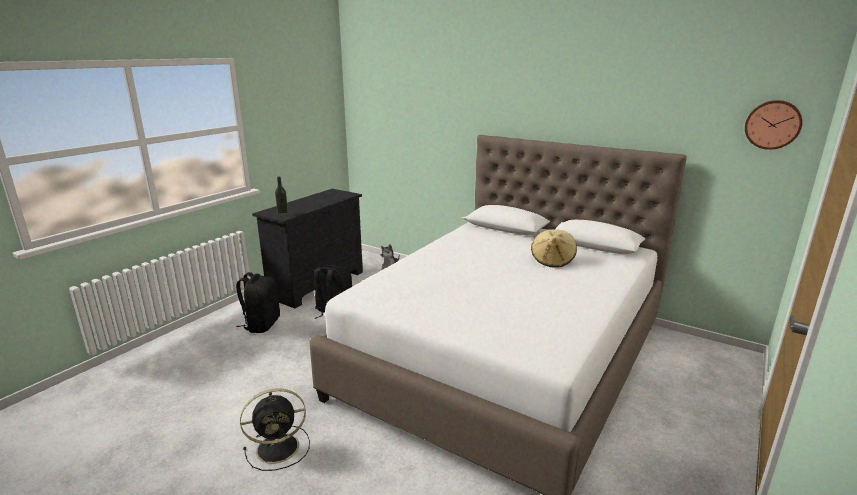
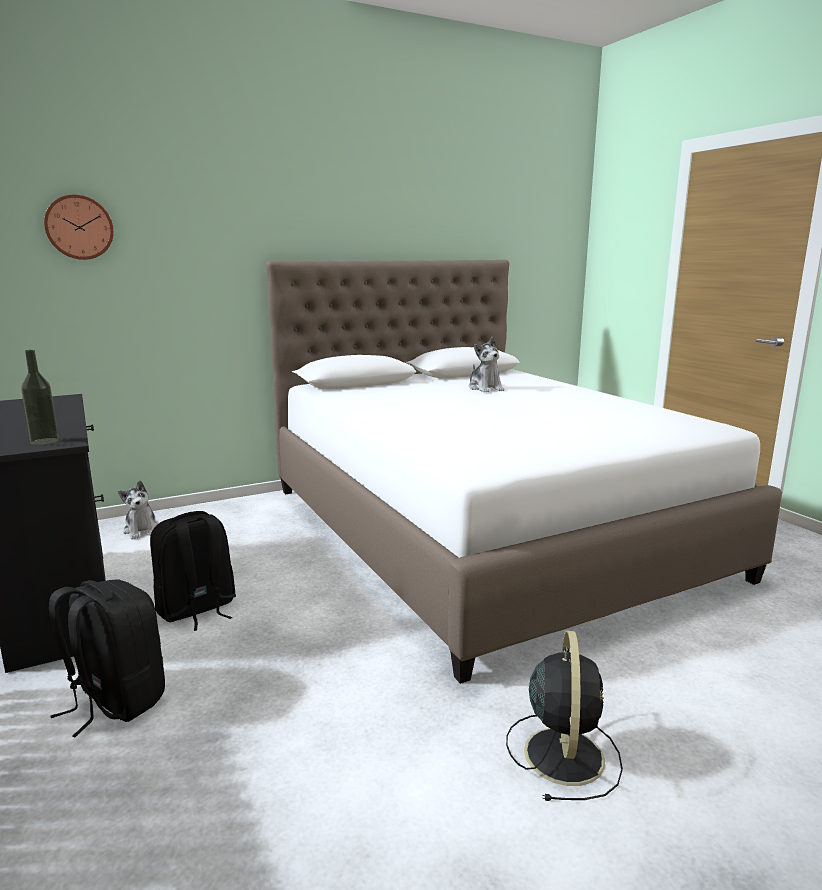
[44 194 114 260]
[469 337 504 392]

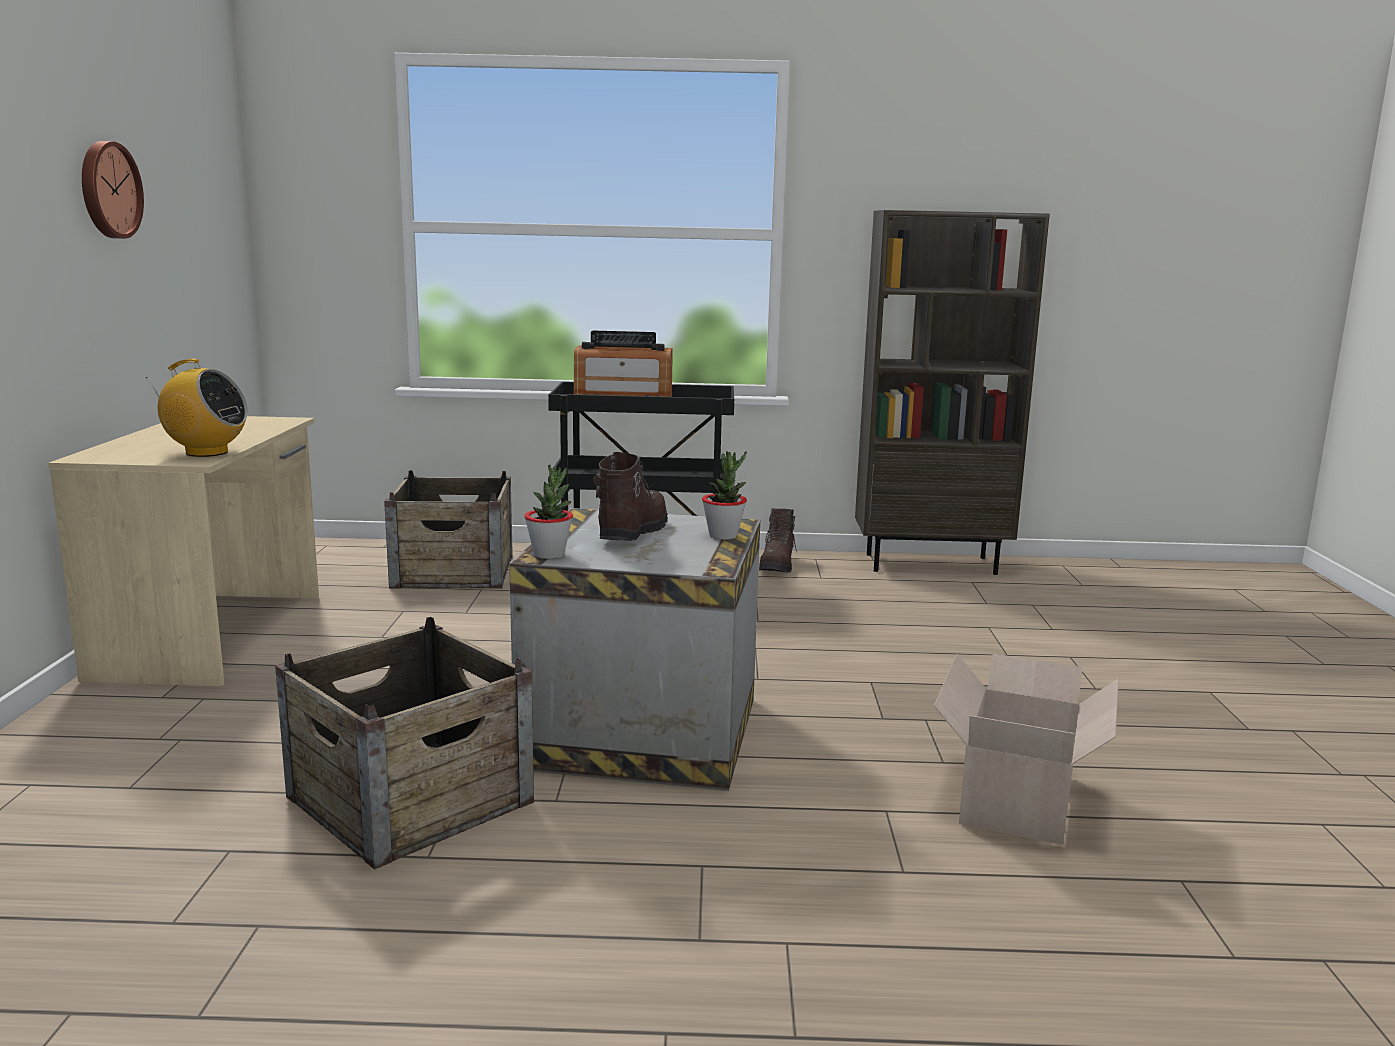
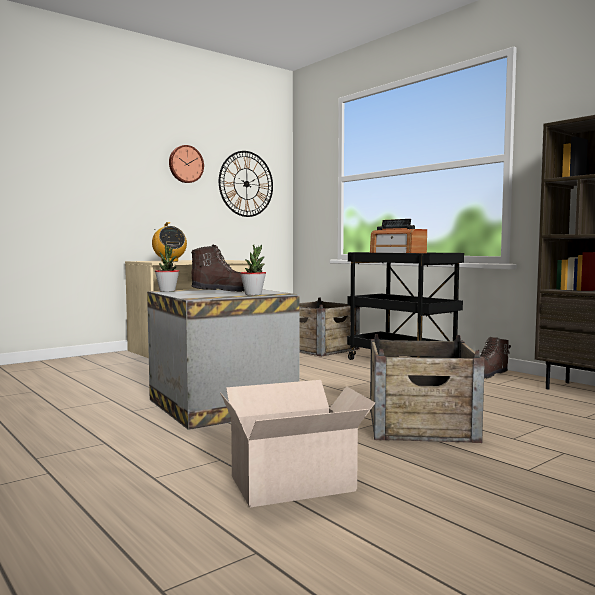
[370 334 485 443]
[219 151 273 217]

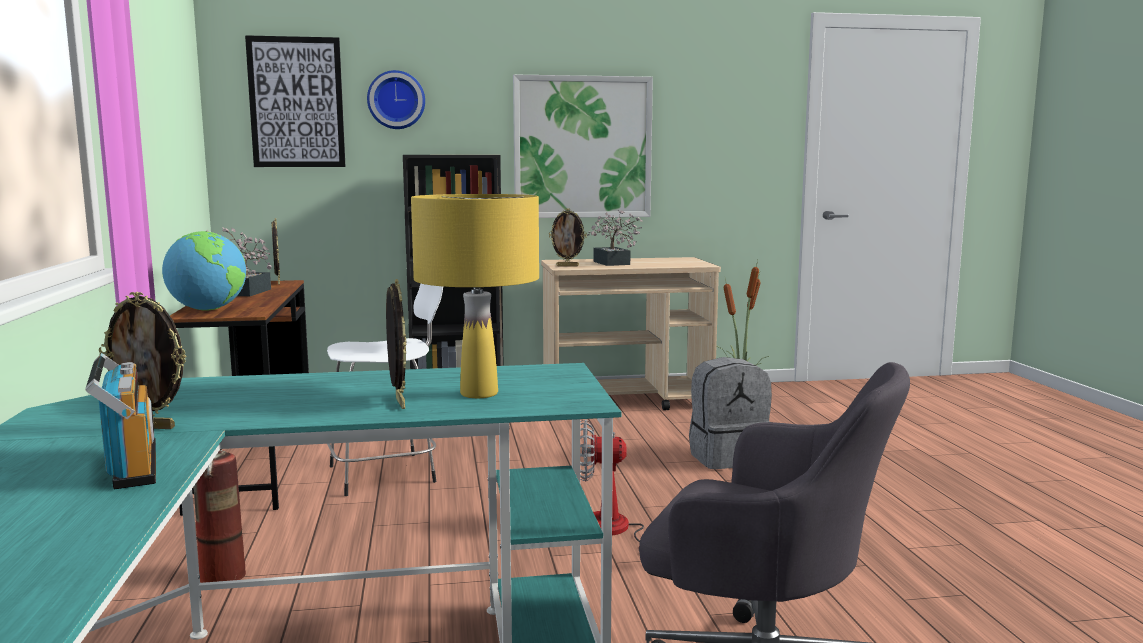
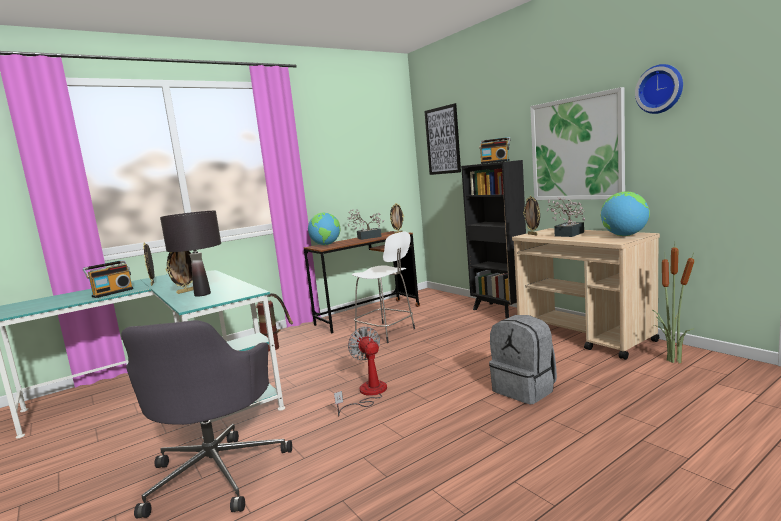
[635 64 683 114]
[160 211 221 297]
[479 137 511 164]
[601 191 650 236]

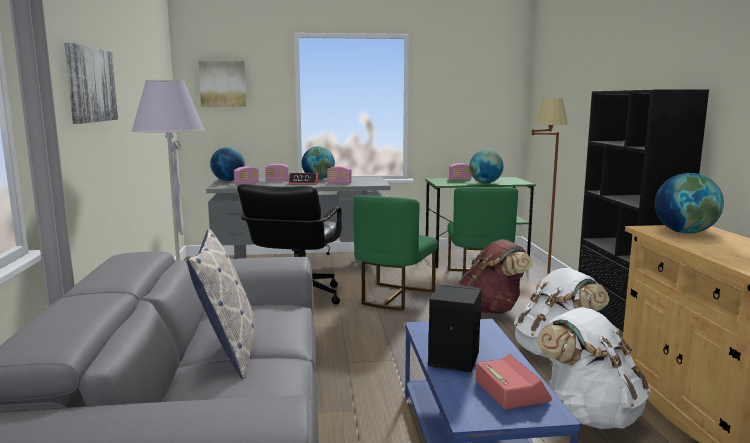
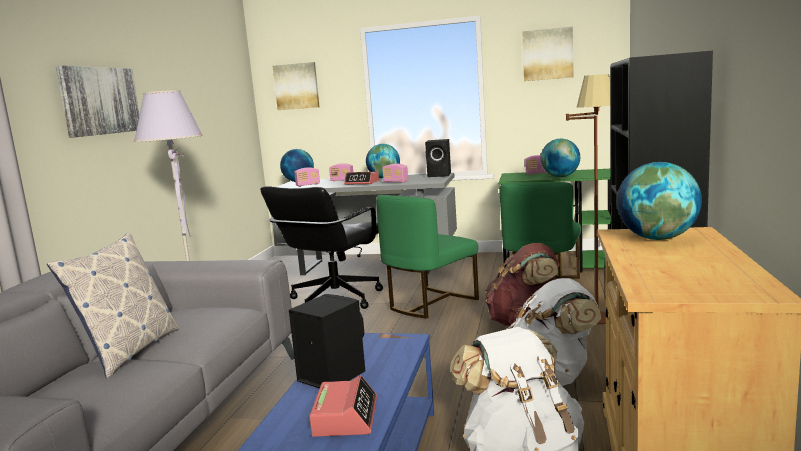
[522 27 573 81]
[425 139 451 177]

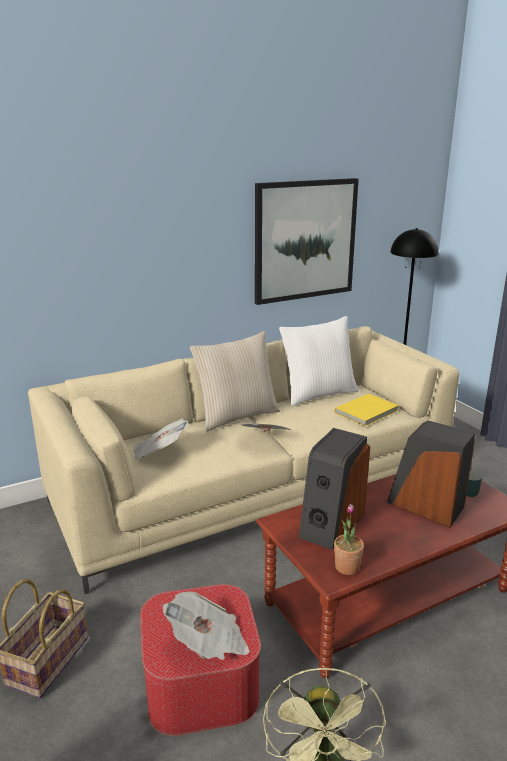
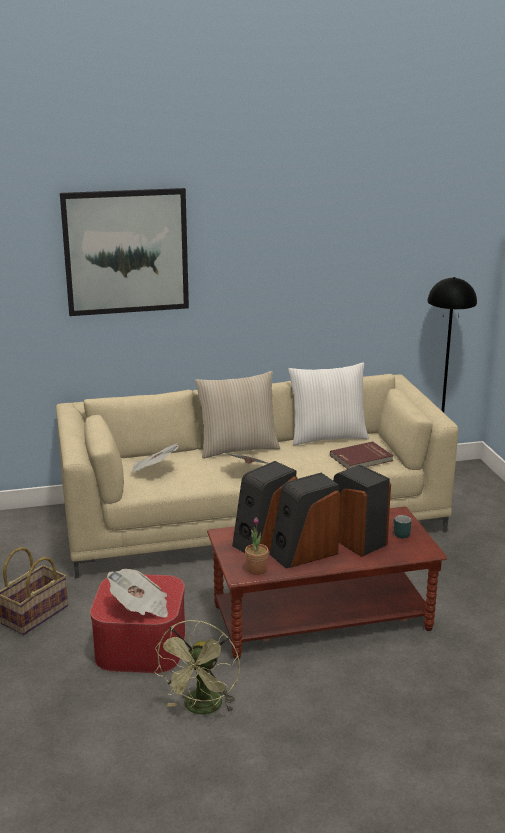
[60 188 189 316]
[330 442 393 469]
[270 473 340 568]

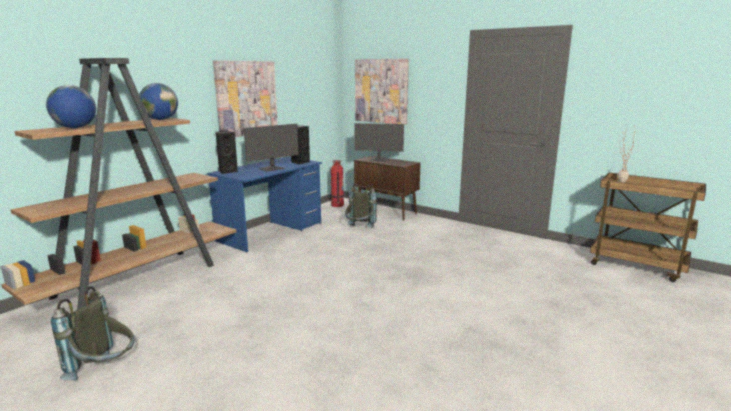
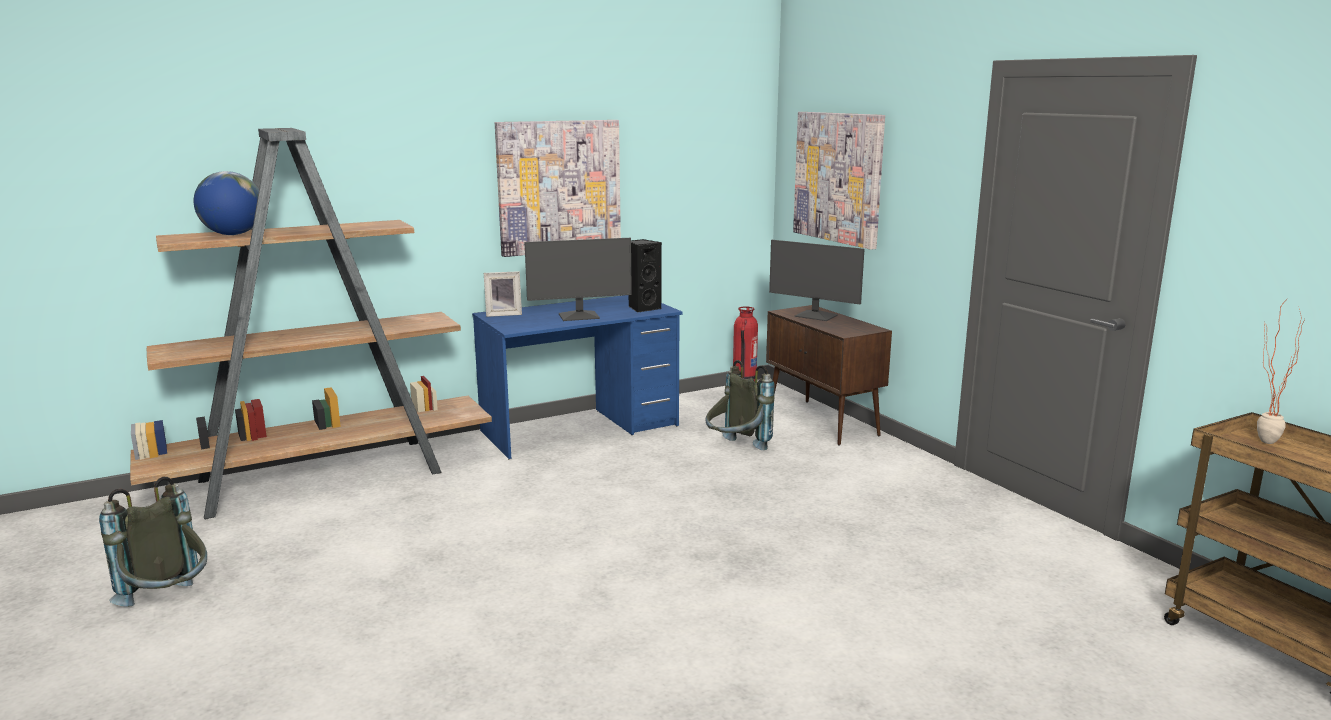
[139 83 178 120] (first image)
[484 271 522 317]

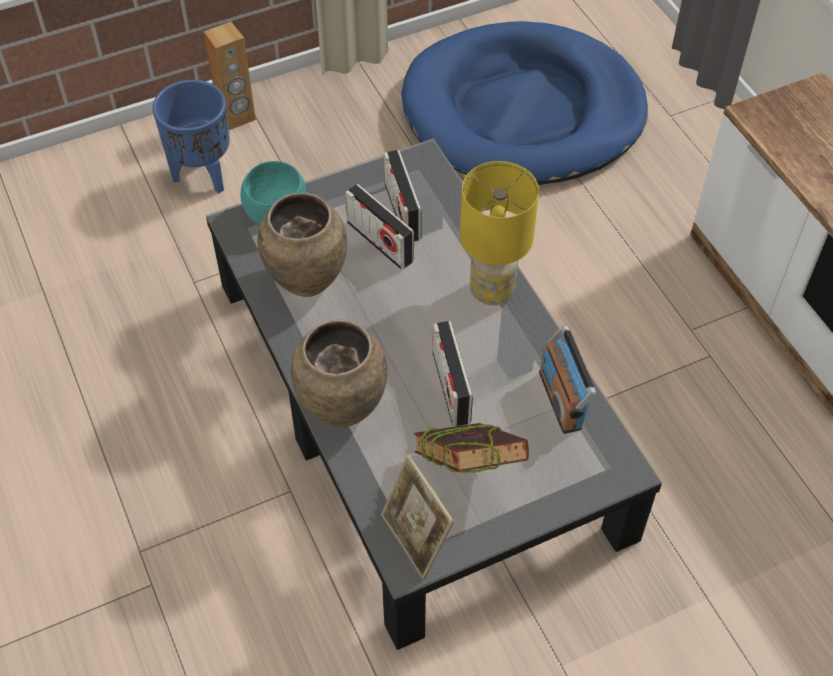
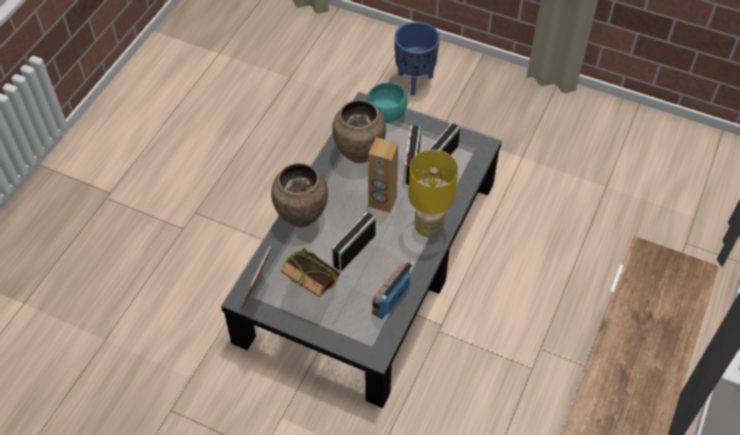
[401 21 648 185] (first image)
[368 137 398 213]

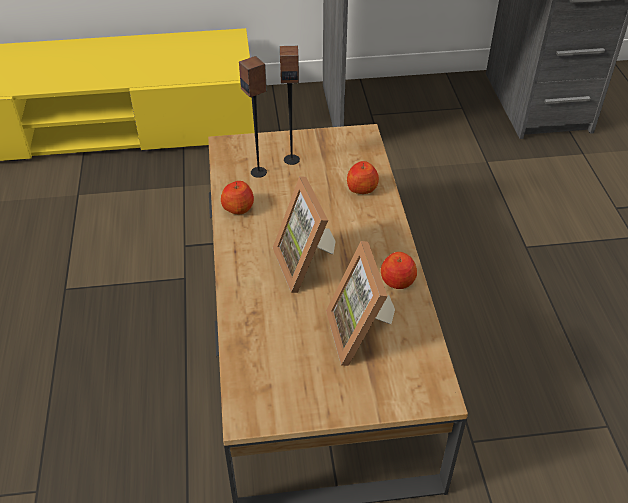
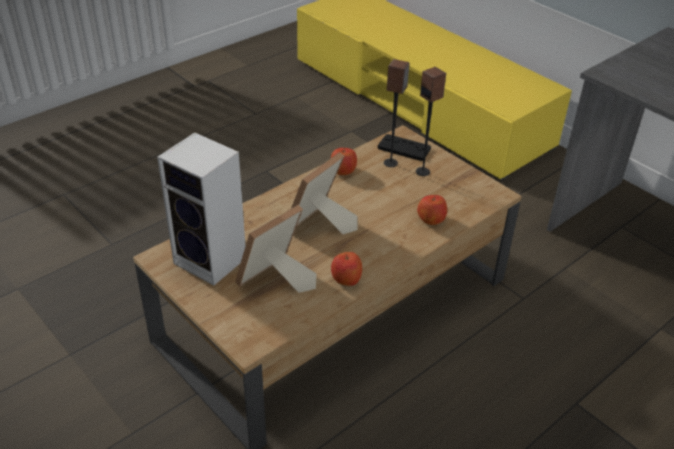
[157 133 245 286]
[378 134 431 161]

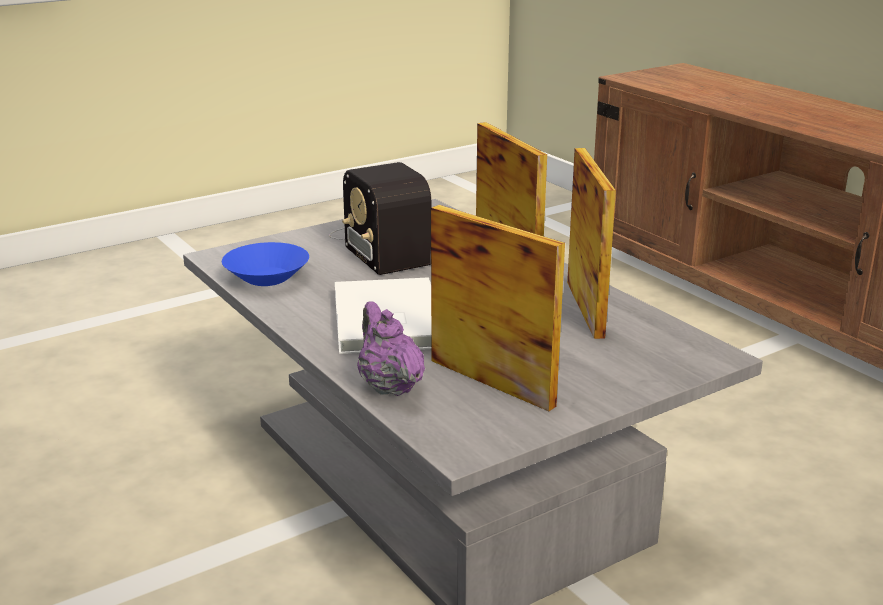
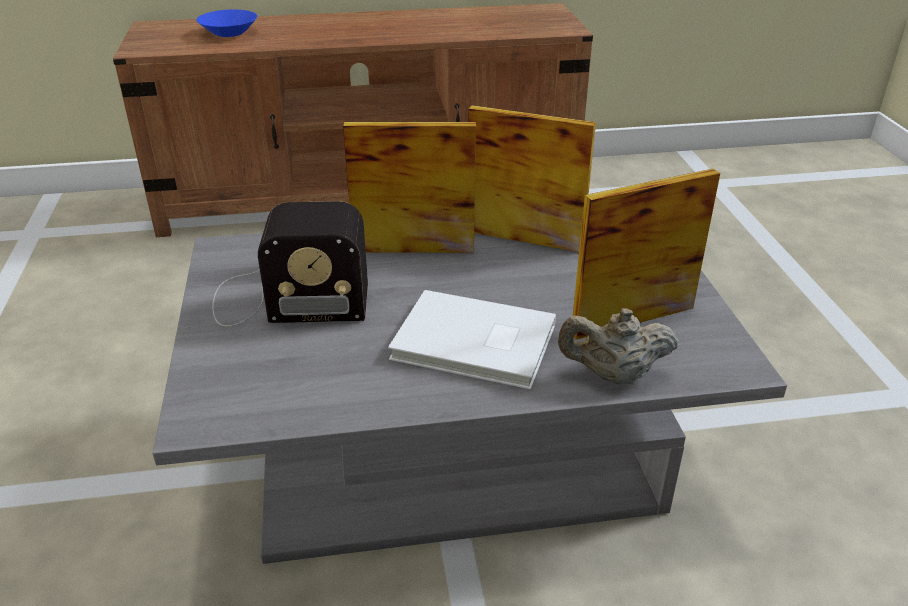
[196 9 257 37]
[558 308 679 384]

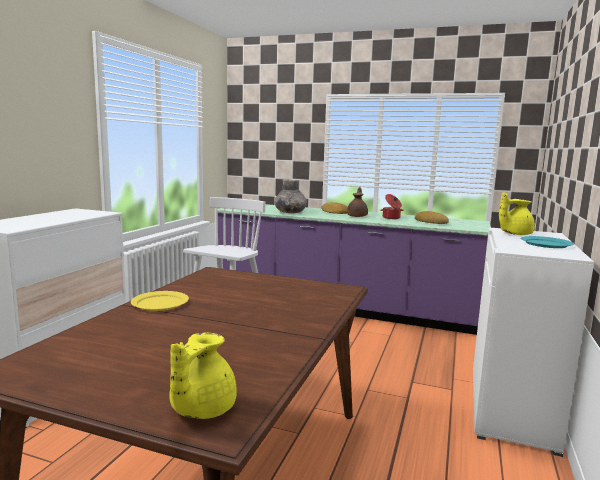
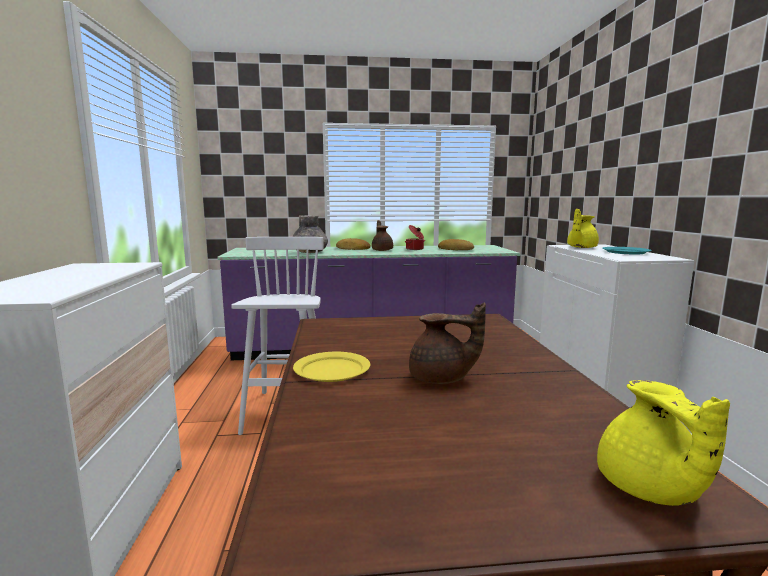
[409 303 486 384]

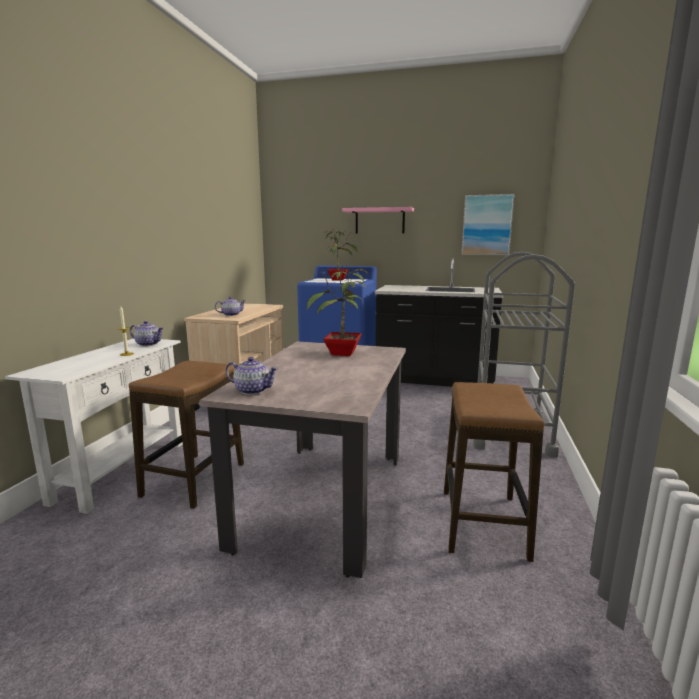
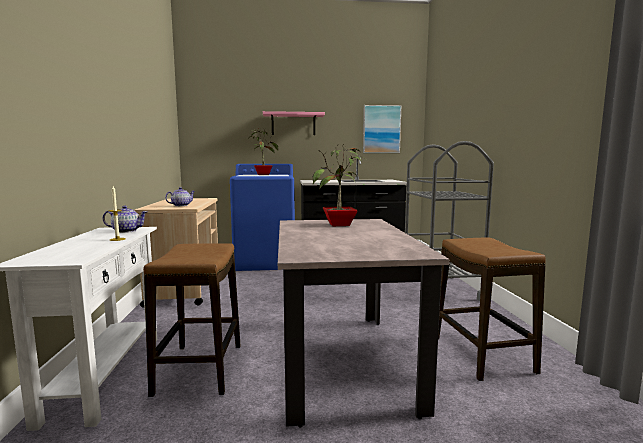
[226 357 278 395] (first image)

